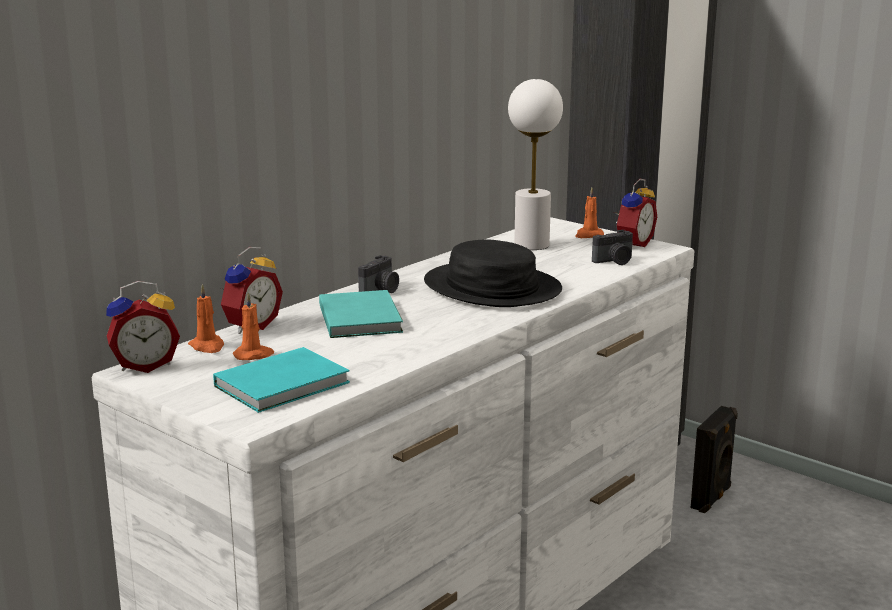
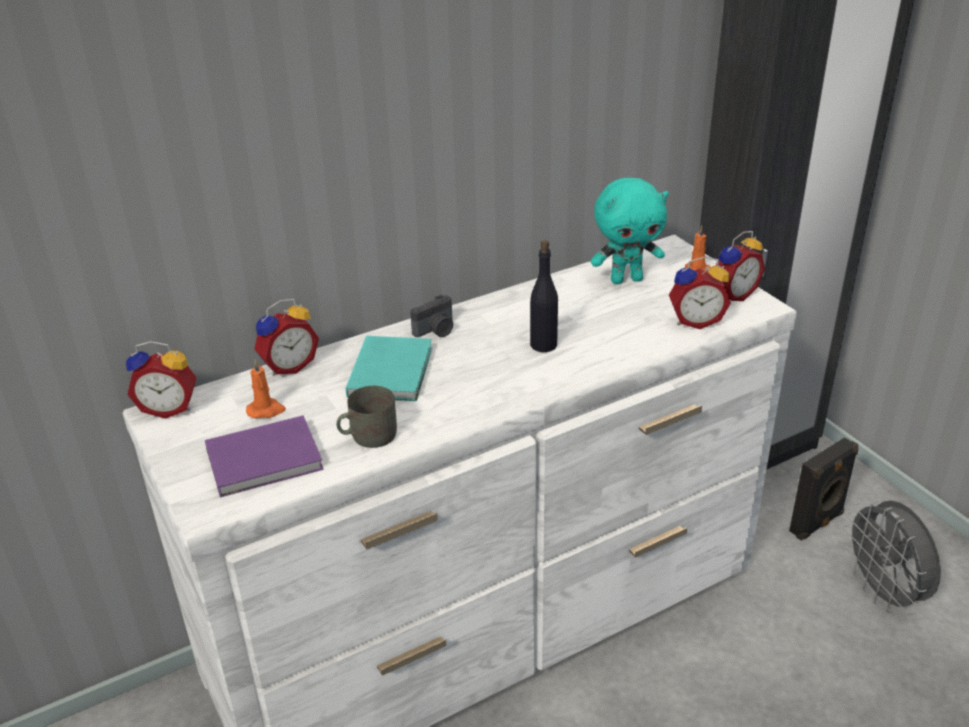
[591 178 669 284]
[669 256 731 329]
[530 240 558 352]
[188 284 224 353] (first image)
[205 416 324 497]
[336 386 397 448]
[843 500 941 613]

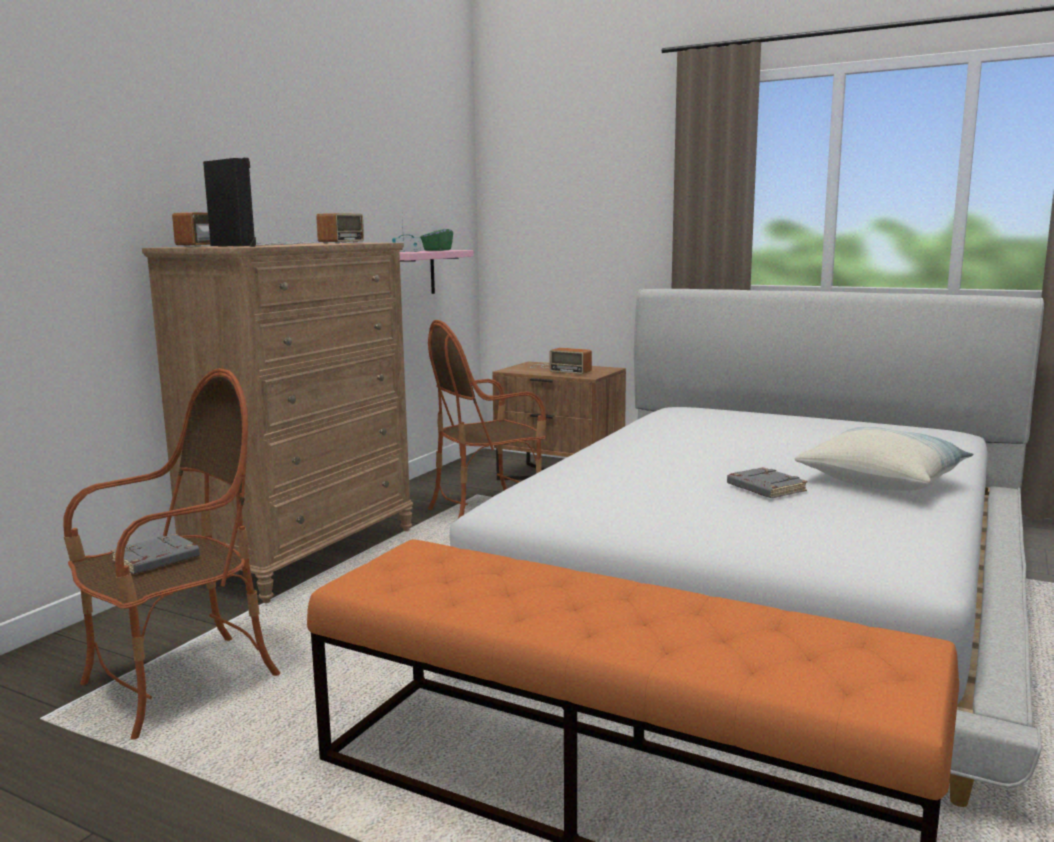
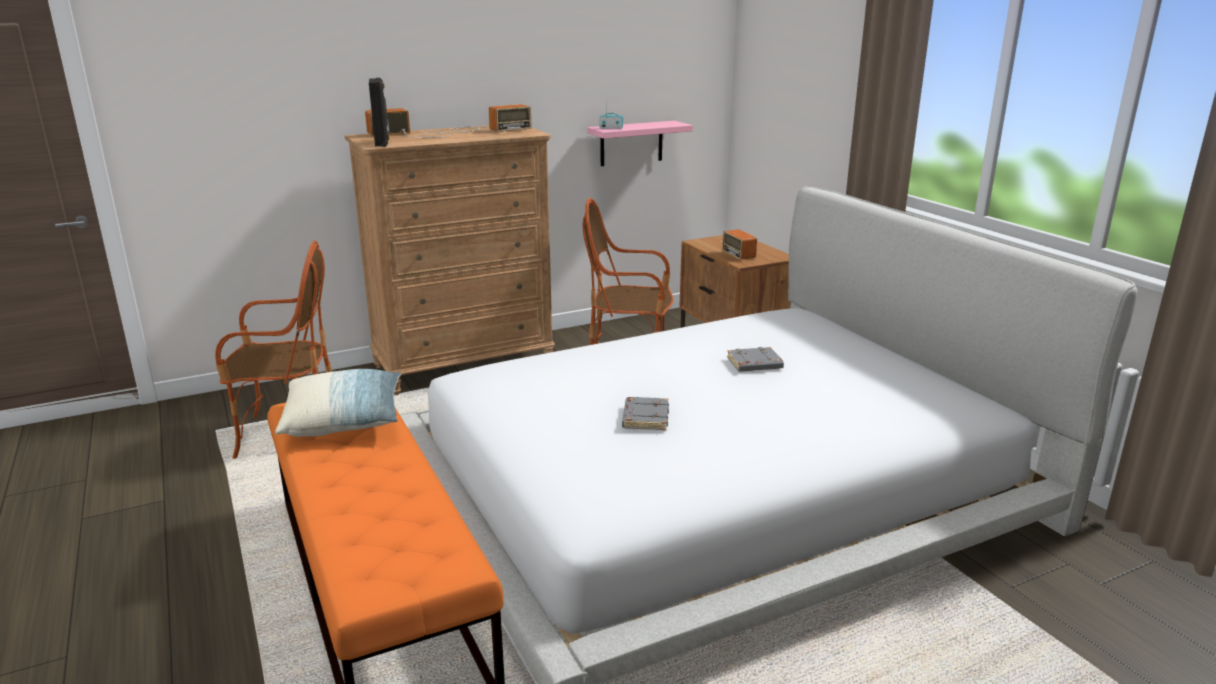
[420 222 453 251] (first image)
[275 369 402 437]
[727 347 784 372]

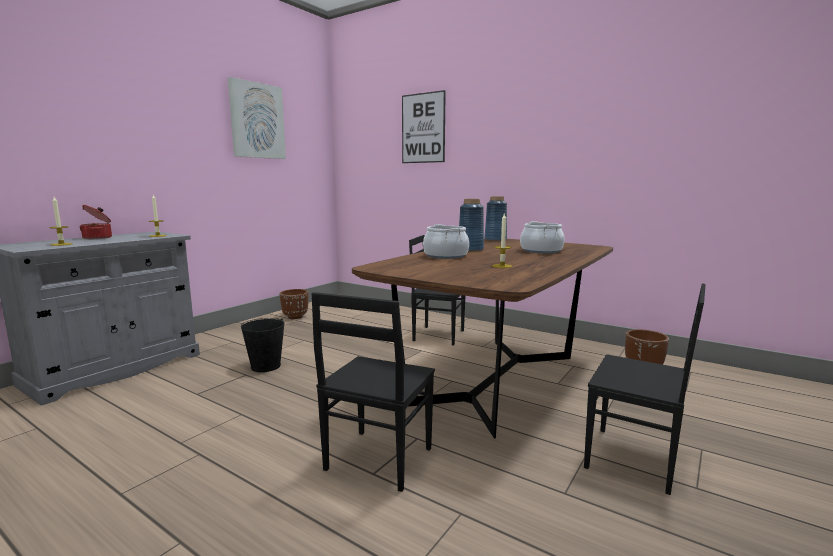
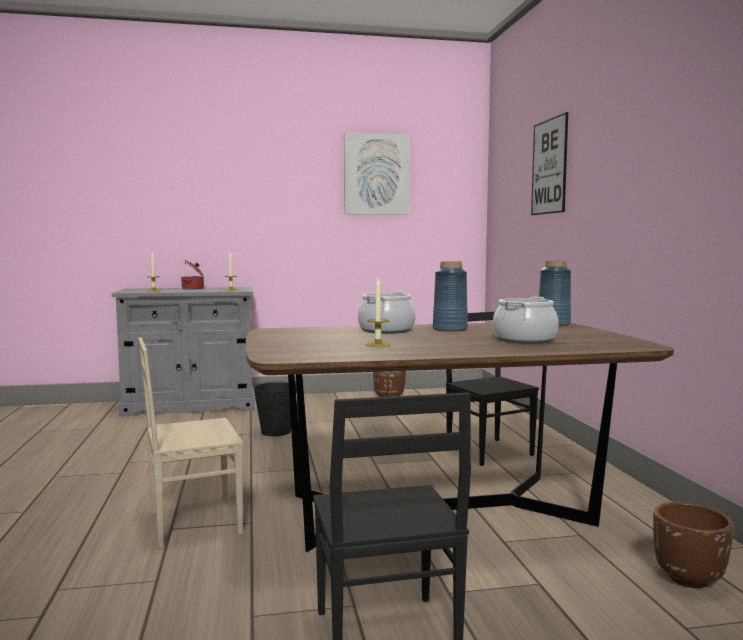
[138 337 243 548]

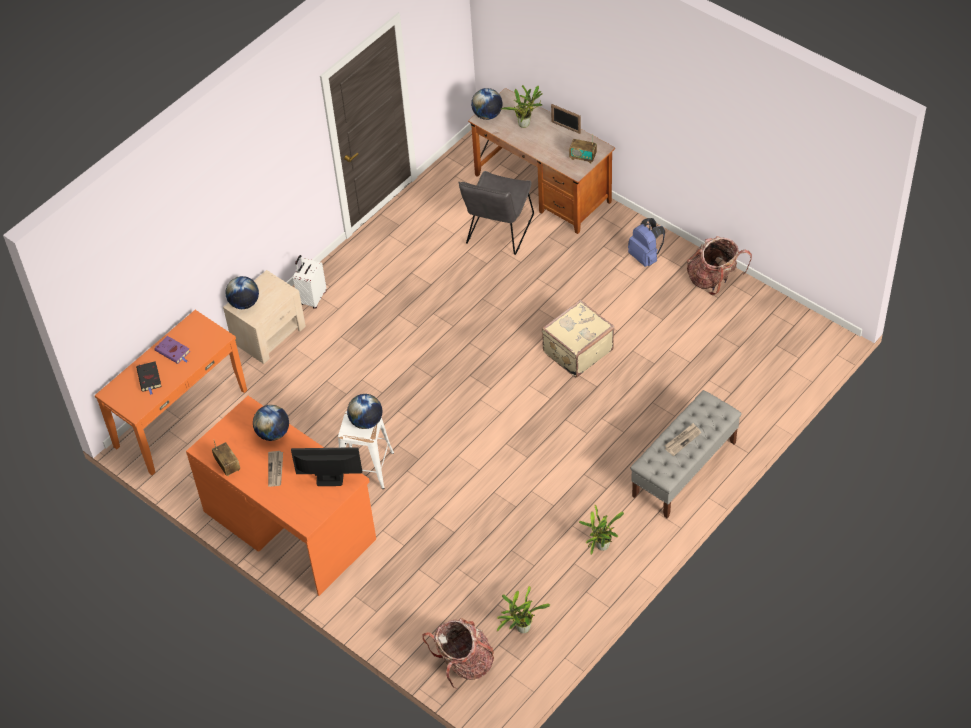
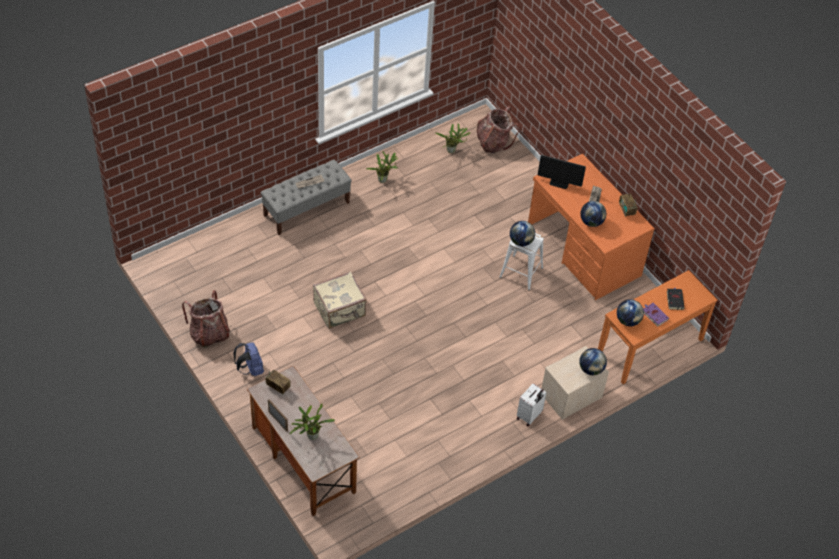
[617 299 644 326]
[458 171 534 255] (first image)

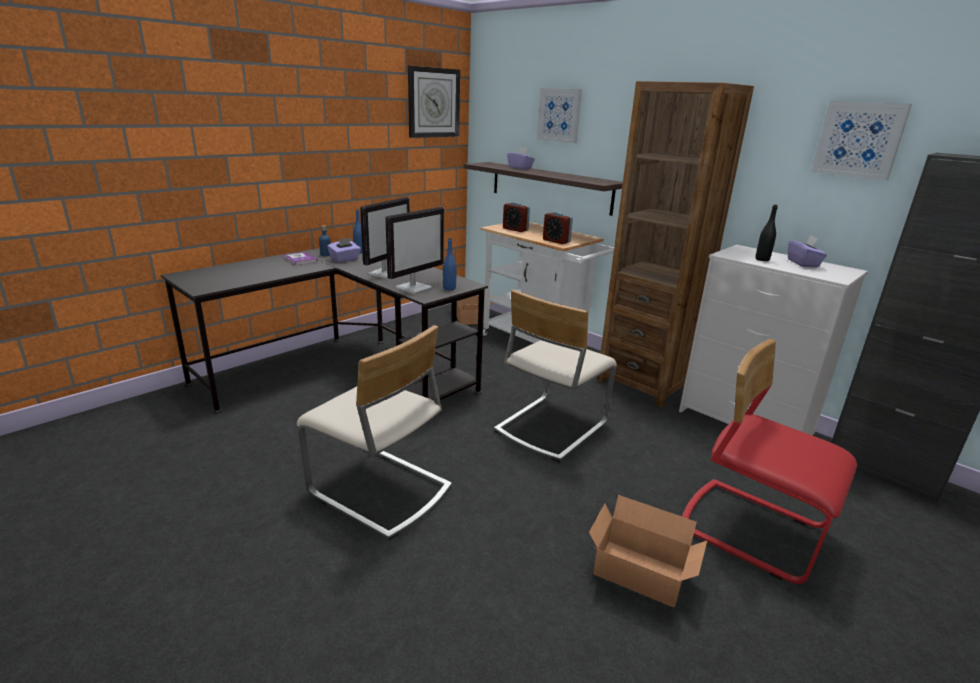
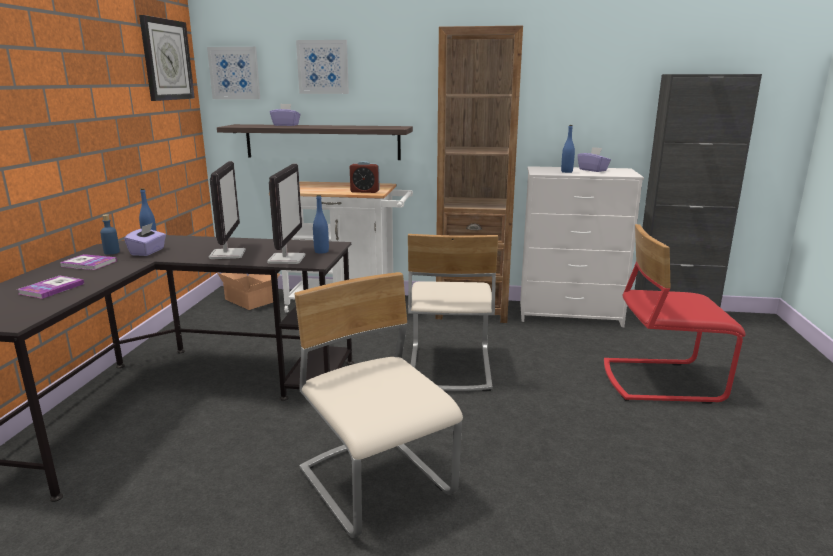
[207 47 260 99]
[503 202 530 232] (first image)
[561 125 575 173]
[294 272 463 538]
[589 495 707 608] (first image)
[17 276 84 299]

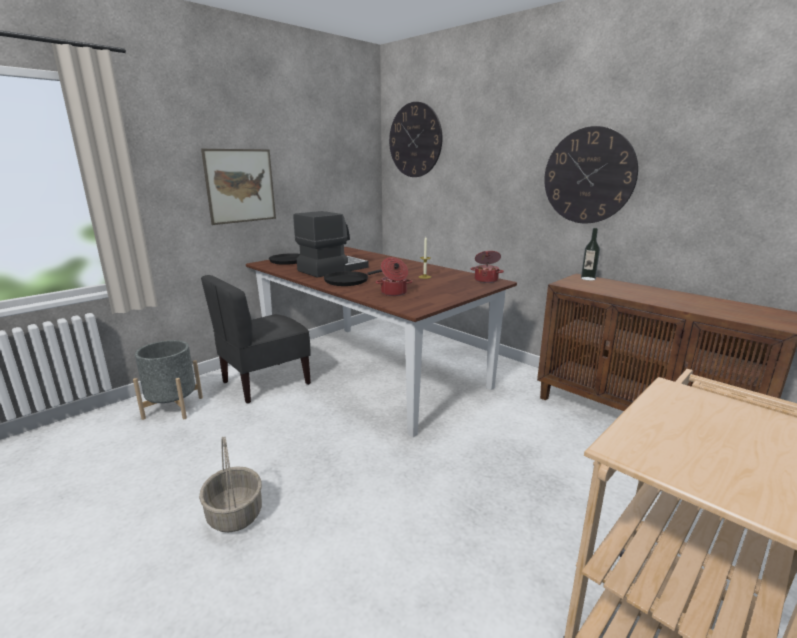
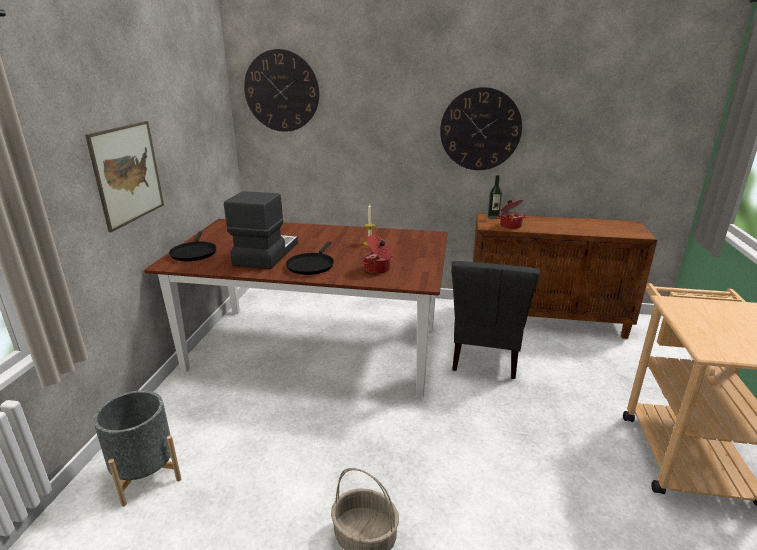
[497 200 526 229]
[452 261 540 379]

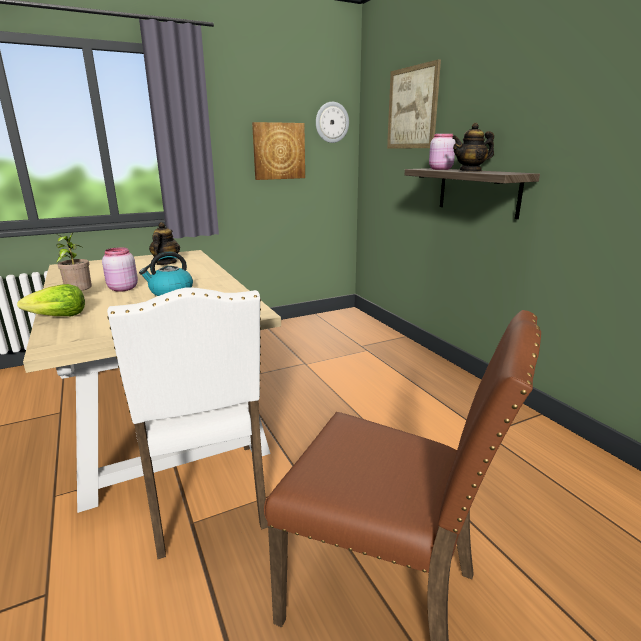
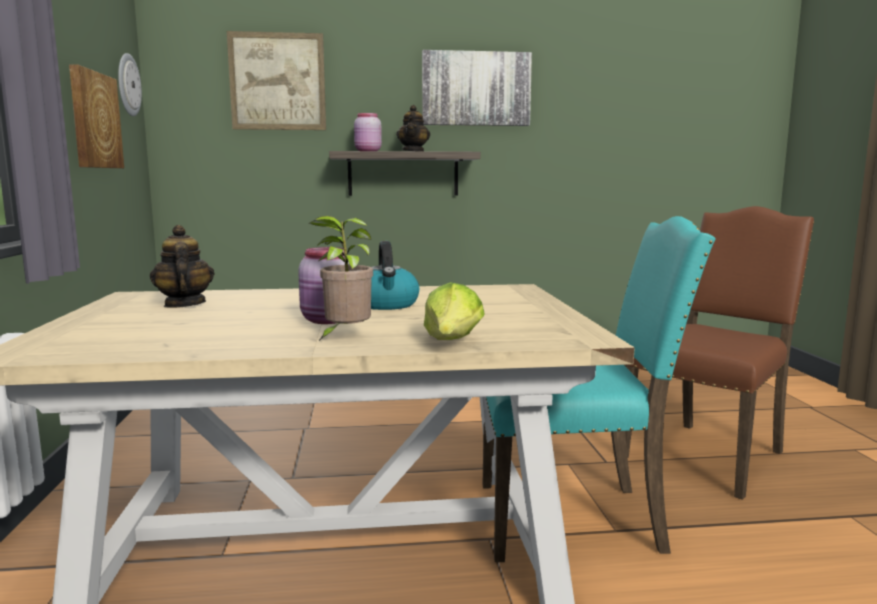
[150 225 214 308]
[483 216 716 562]
[422 50 532 126]

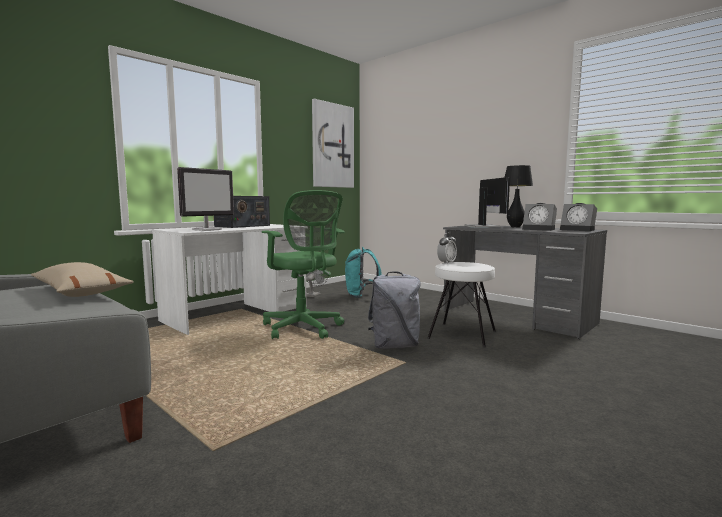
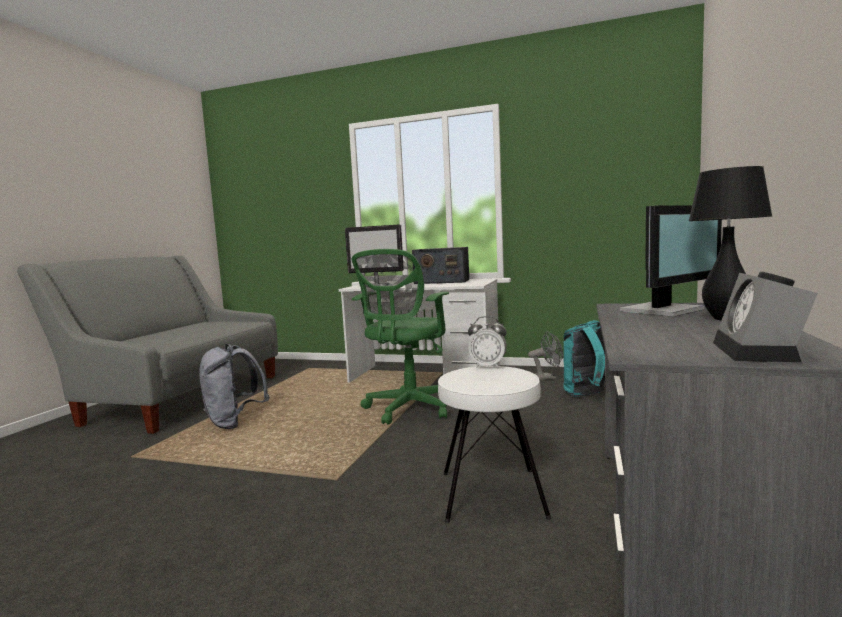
[312 99 354 188] (first image)
[522 203 557 231] (first image)
[31 262 134 297] (first image)
[199 344 269 429]

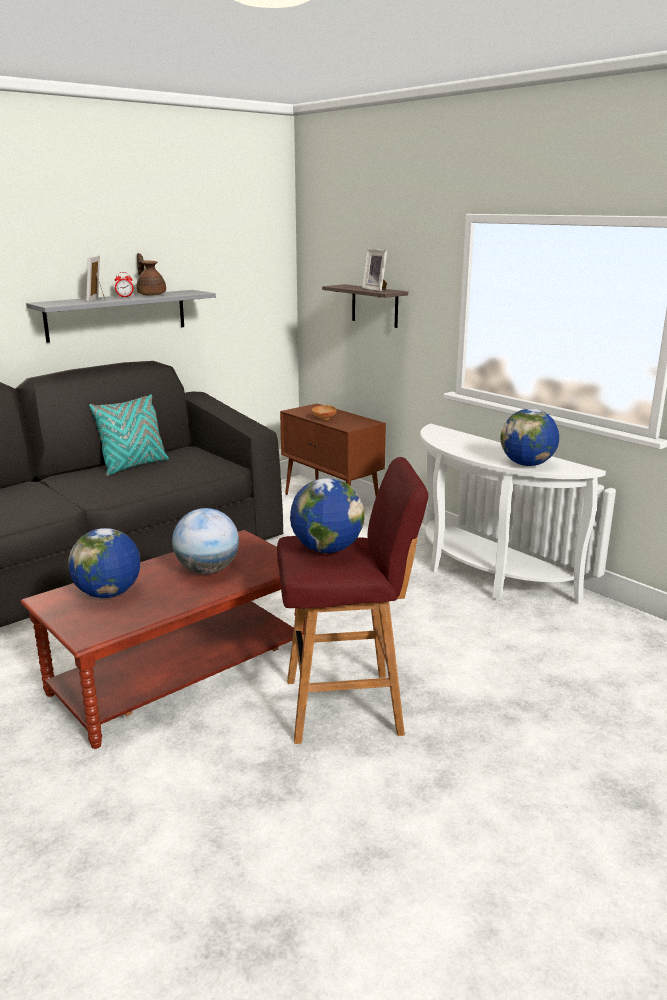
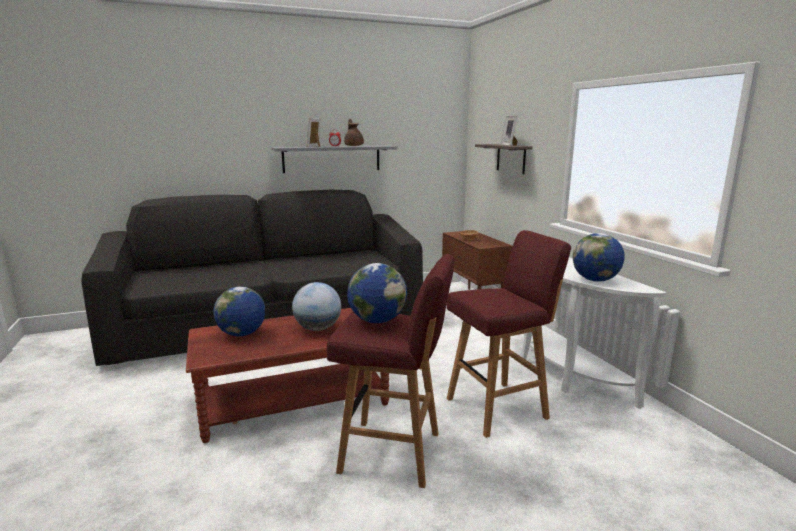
[89 394 169 476] (first image)
[446 230 571 438]

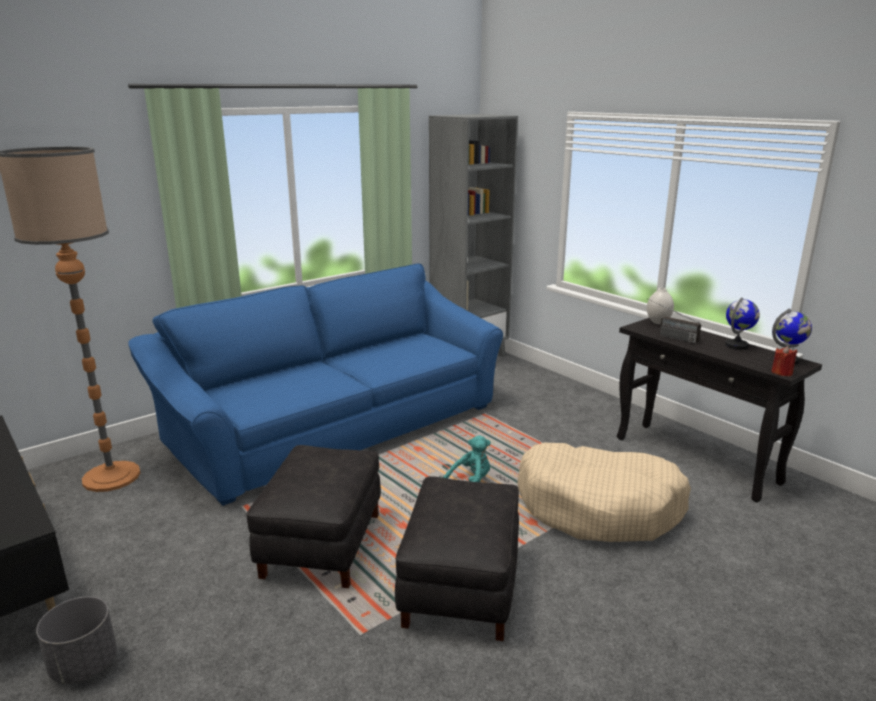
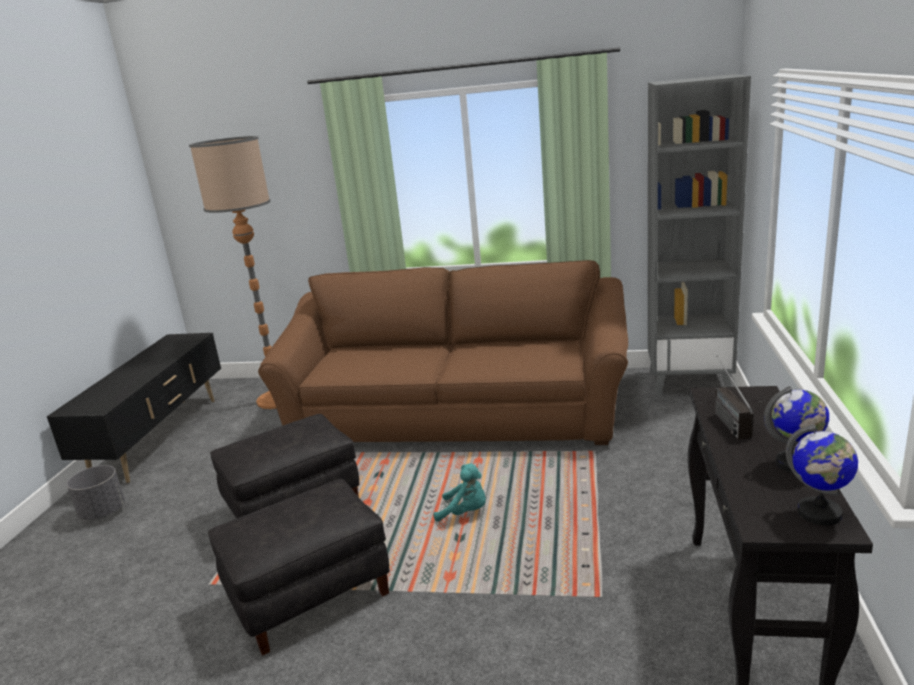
[258 260 628 445]
[647 288 674 324] (first image)
[772 346 797 376] (first image)
[517 443 691 542] (first image)

